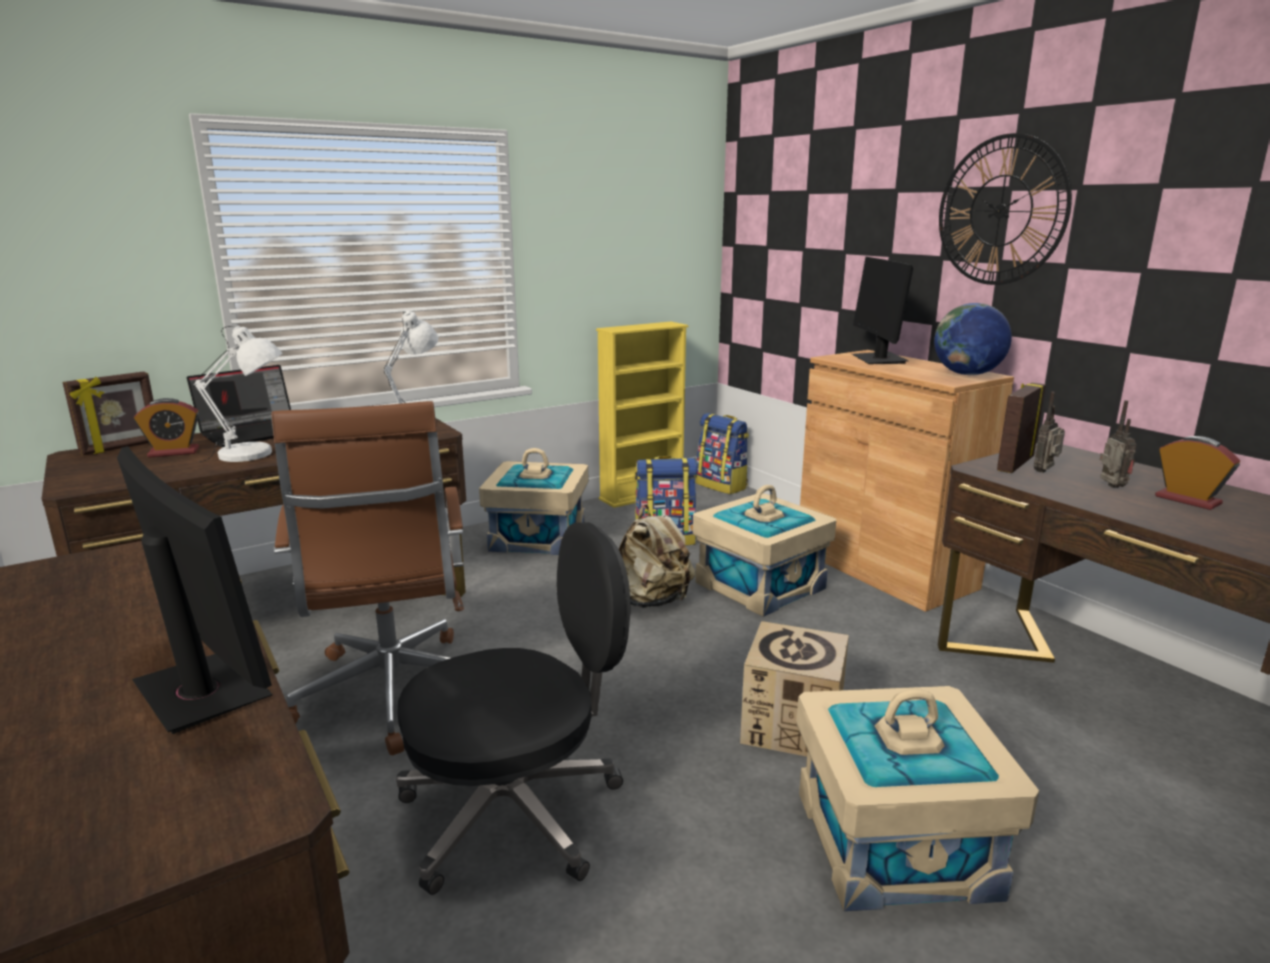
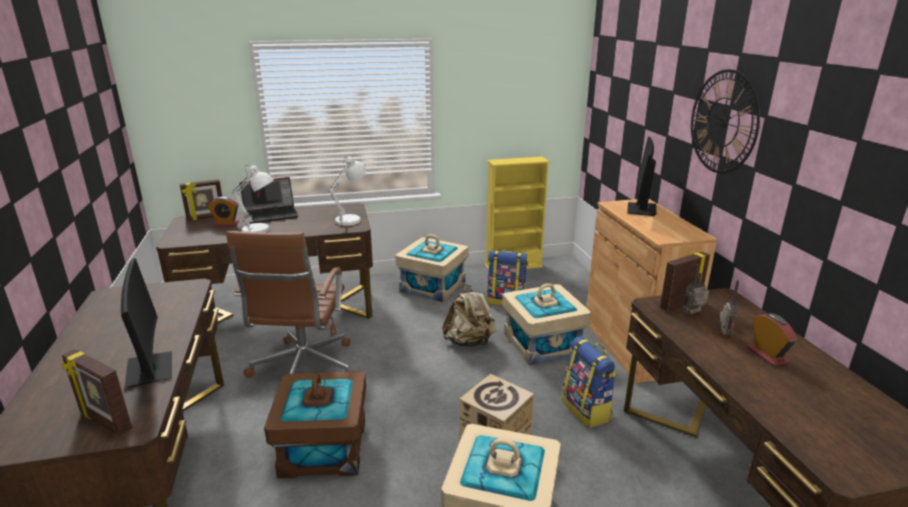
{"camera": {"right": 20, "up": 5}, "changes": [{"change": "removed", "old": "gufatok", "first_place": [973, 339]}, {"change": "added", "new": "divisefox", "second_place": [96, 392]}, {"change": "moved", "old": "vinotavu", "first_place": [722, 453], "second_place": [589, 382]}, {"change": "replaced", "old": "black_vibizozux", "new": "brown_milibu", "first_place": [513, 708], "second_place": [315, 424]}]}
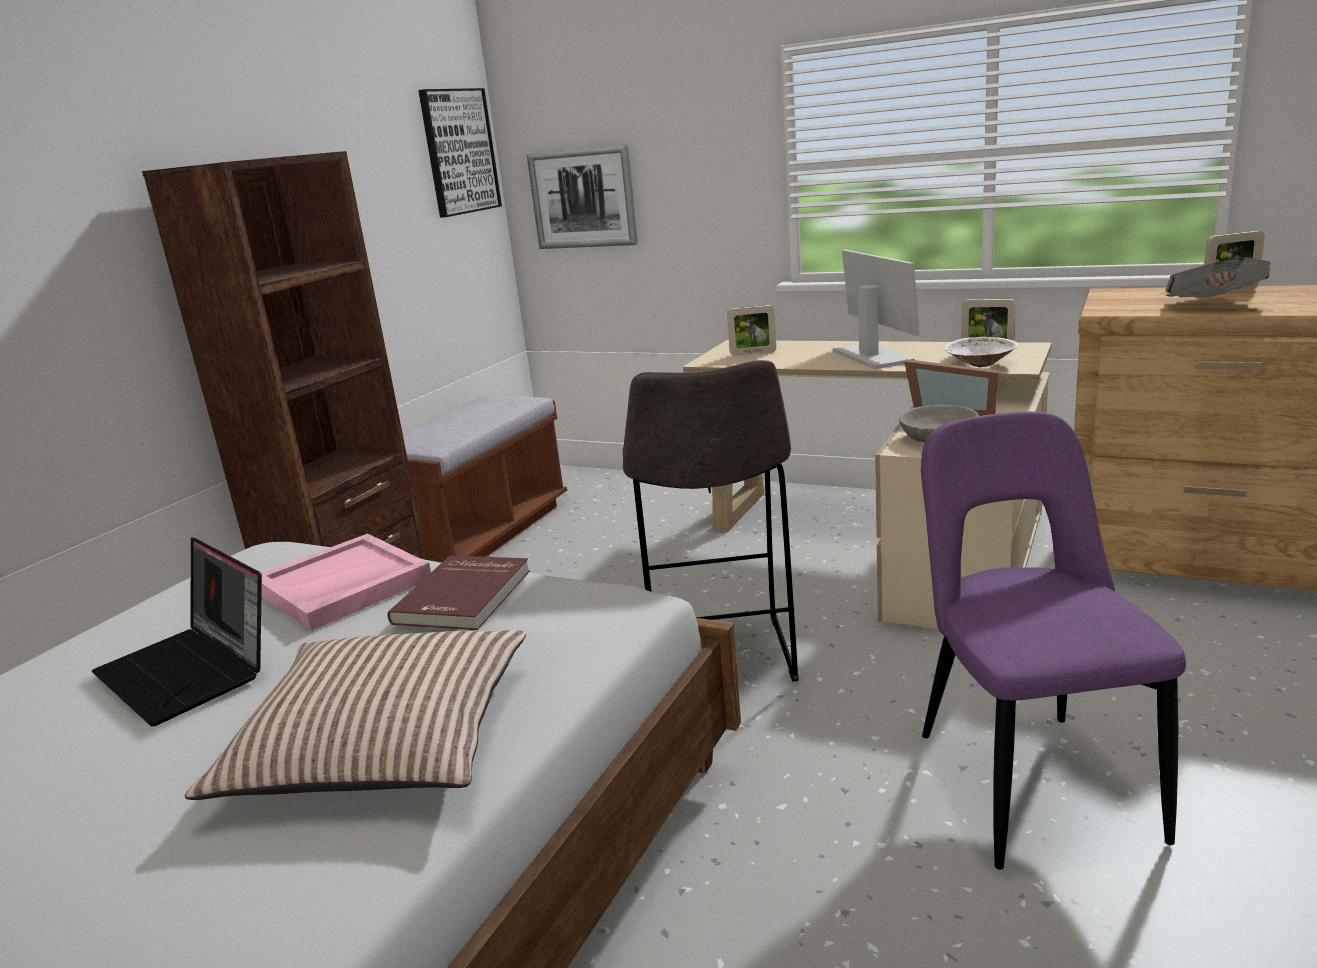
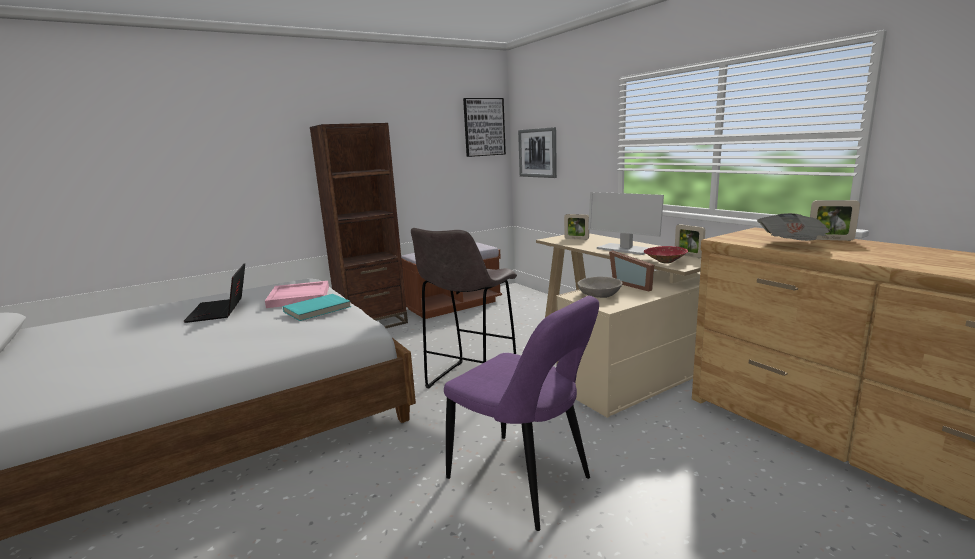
{"camera": {"right": 30, "up": -5}, "changes": [{"change": "removed", "old": "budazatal", "first_place": [355, 715]}, {"change": "recoloured", "old": "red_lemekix", "new": "turquoise_lemekix", "first_place": [458, 592], "second_place": [317, 307]}, {"change": "recoloured", "old": "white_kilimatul", "new": "red_kilimatul", "first_place": [981, 352], "second_place": [666, 254]}, {"change": "turned", "old": "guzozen", "first_place": [876, 309], "second_place": [626, 223], "degrees": 120}, {"change": "turned", "old": "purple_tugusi", "first_place": [1053, 641], "second_place": [521, 413], "degrees": 105}]}
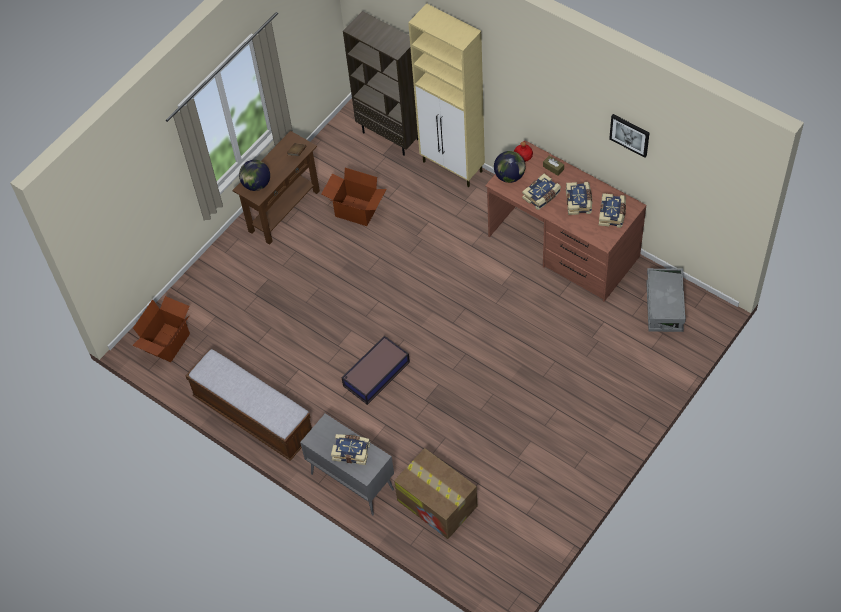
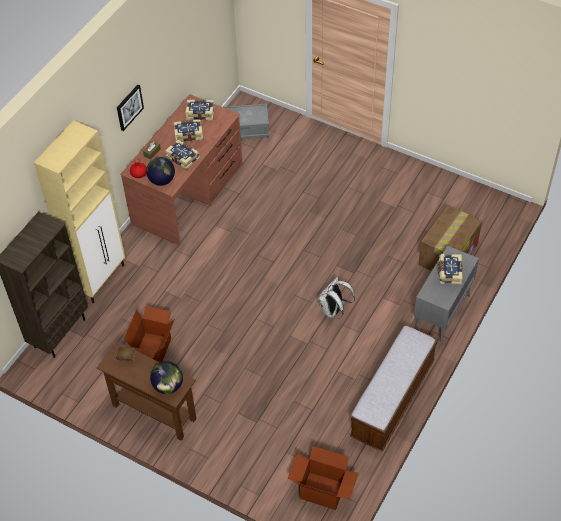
{"camera": {"right": -100, "up": -5}, "changes": [{"change": "moved", "old": "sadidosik", "first_place": [629, 136], "second_place": [130, 108]}, {"change": "replaced", "old": "milibu", "new": "white_vinotavu", "first_place": [376, 370], "second_place": [336, 298]}]}
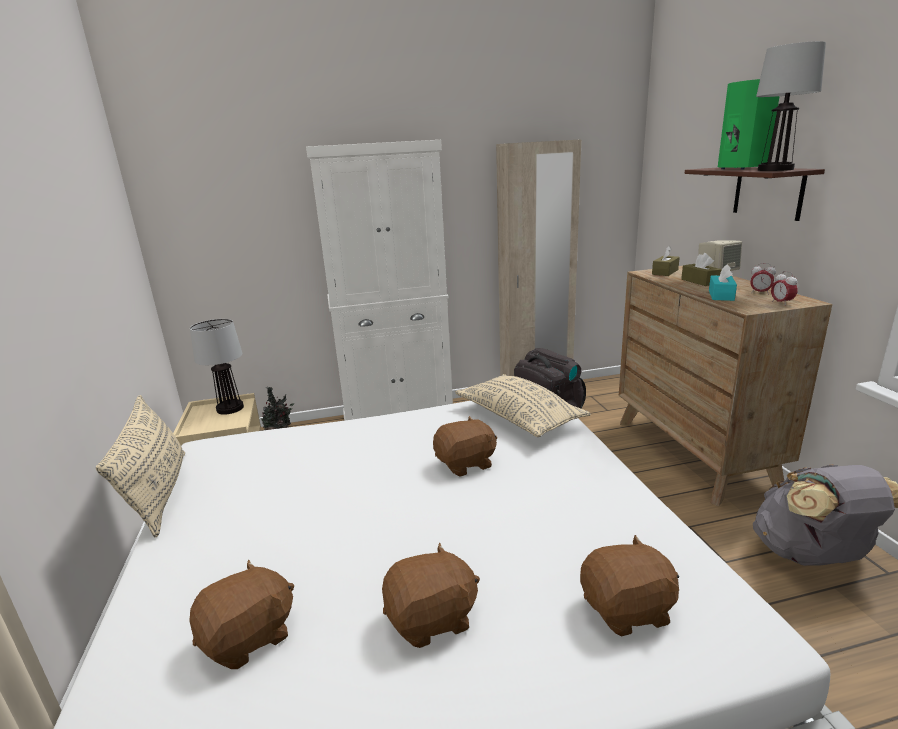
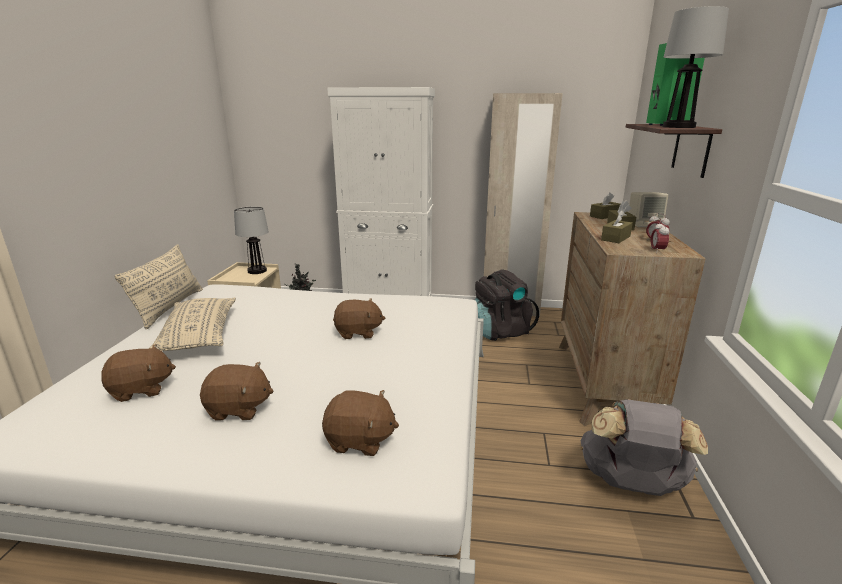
{"camera": {"right": 20, "up": 0}, "changes": [{"change": "moved", "old": "beige_budazatal", "first_place": [523, 405], "second_place": [192, 324]}, {"change": "recoloured", "old": "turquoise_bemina", "new": "brown_bemina", "first_place": [723, 282], "second_place": [617, 226]}]}
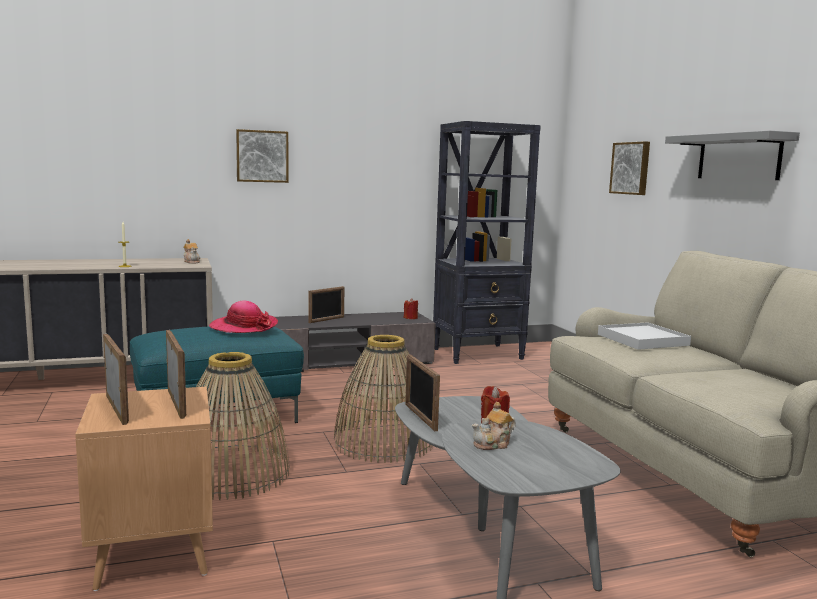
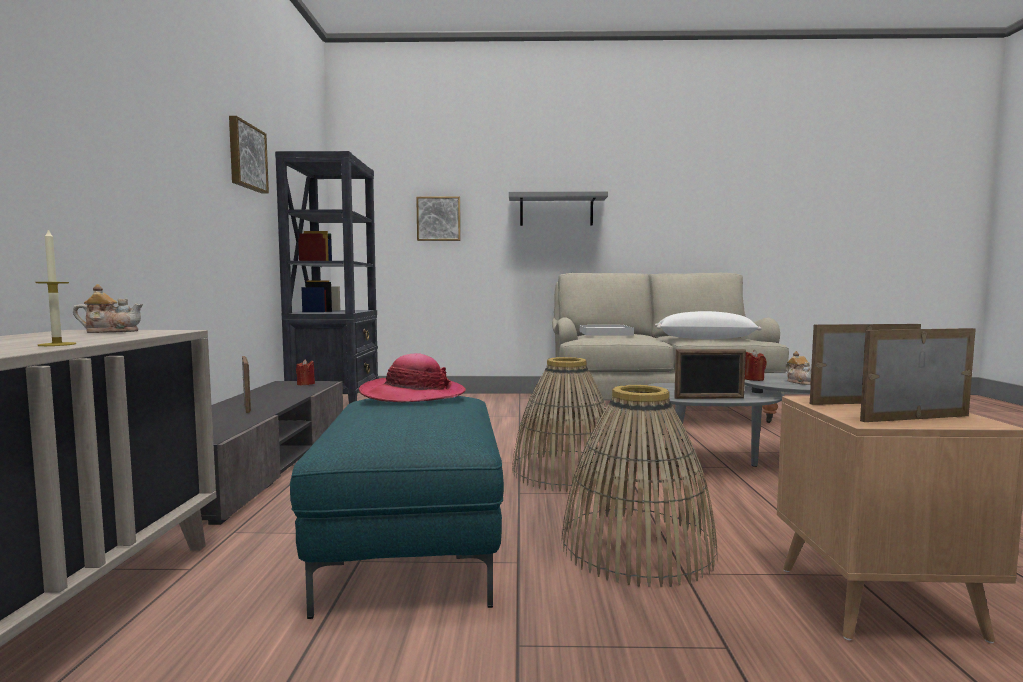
{"camera": {"right": -70, "up": -5}, "changes": [{"change": "added", "new": "white_budazatal", "second_place": [708, 325]}, {"change": "moved", "old": "sadidosik", "first_place": [262, 156], "second_place": [249, 155]}]}
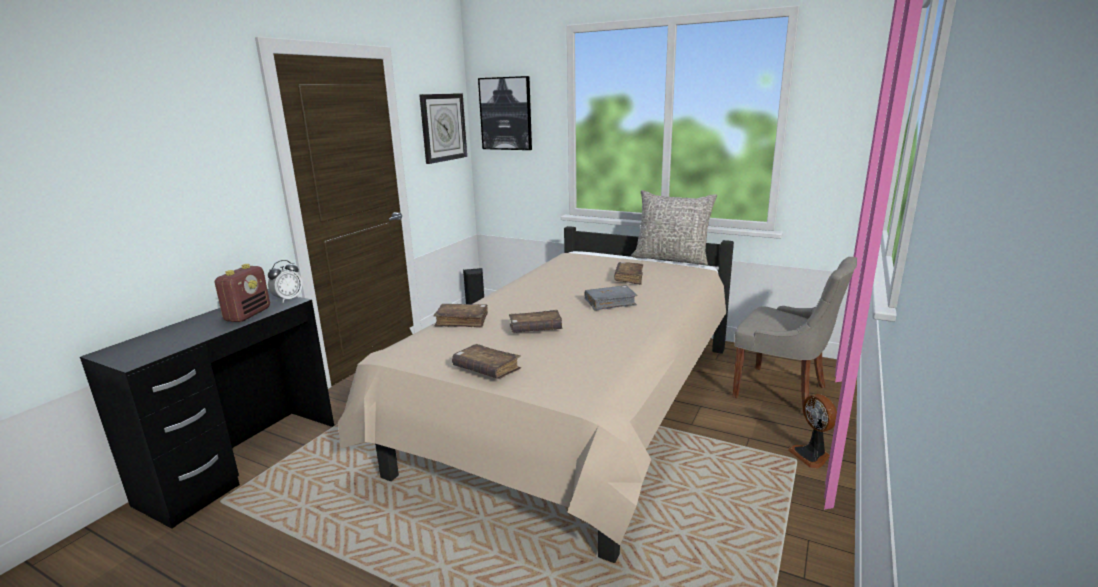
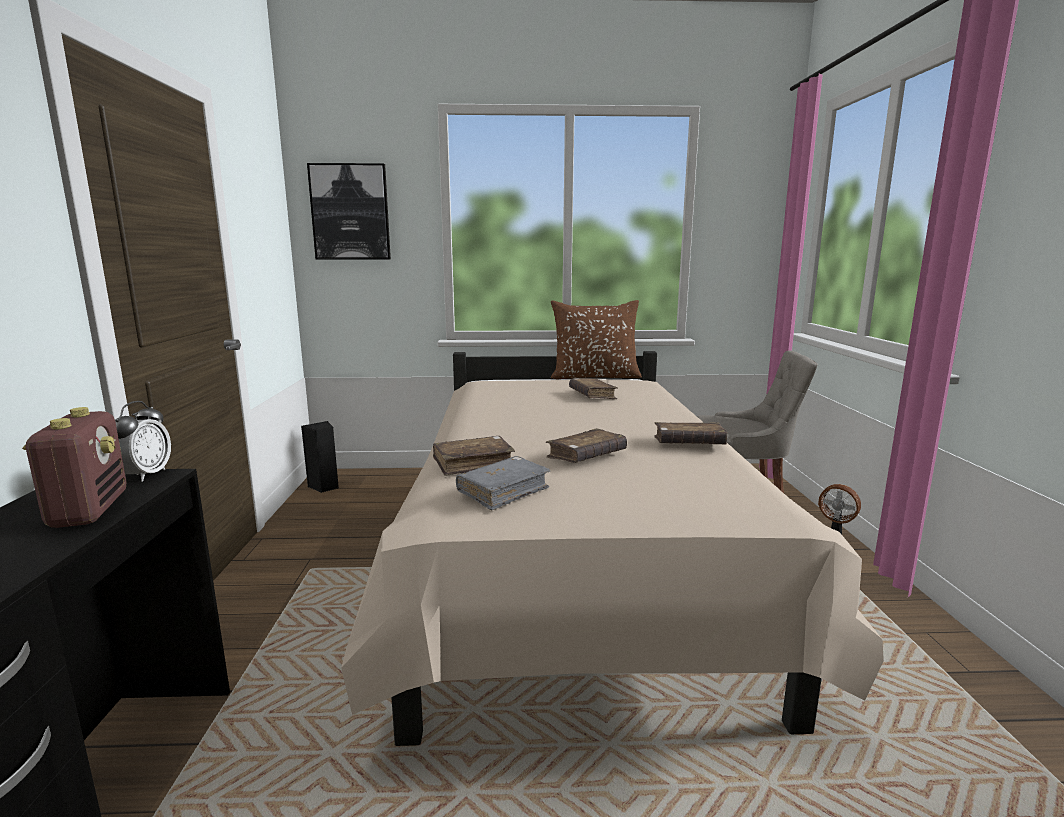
{"camera": {"right": -30, "up": -5}, "changes": [{"change": "removed", "old": "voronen", "first_place": [443, 128]}, {"change": "moved", "old": "brown_lemekix", "first_place": [486, 361], "second_place": [690, 433]}, {"change": "moved", "old": "grey_lemekix", "first_place": [611, 298], "second_place": [503, 483]}, {"change": "recoloured", "old": "grey_budazatal", "new": "brown_budazatal", "first_place": [674, 227], "second_place": [596, 340]}]}
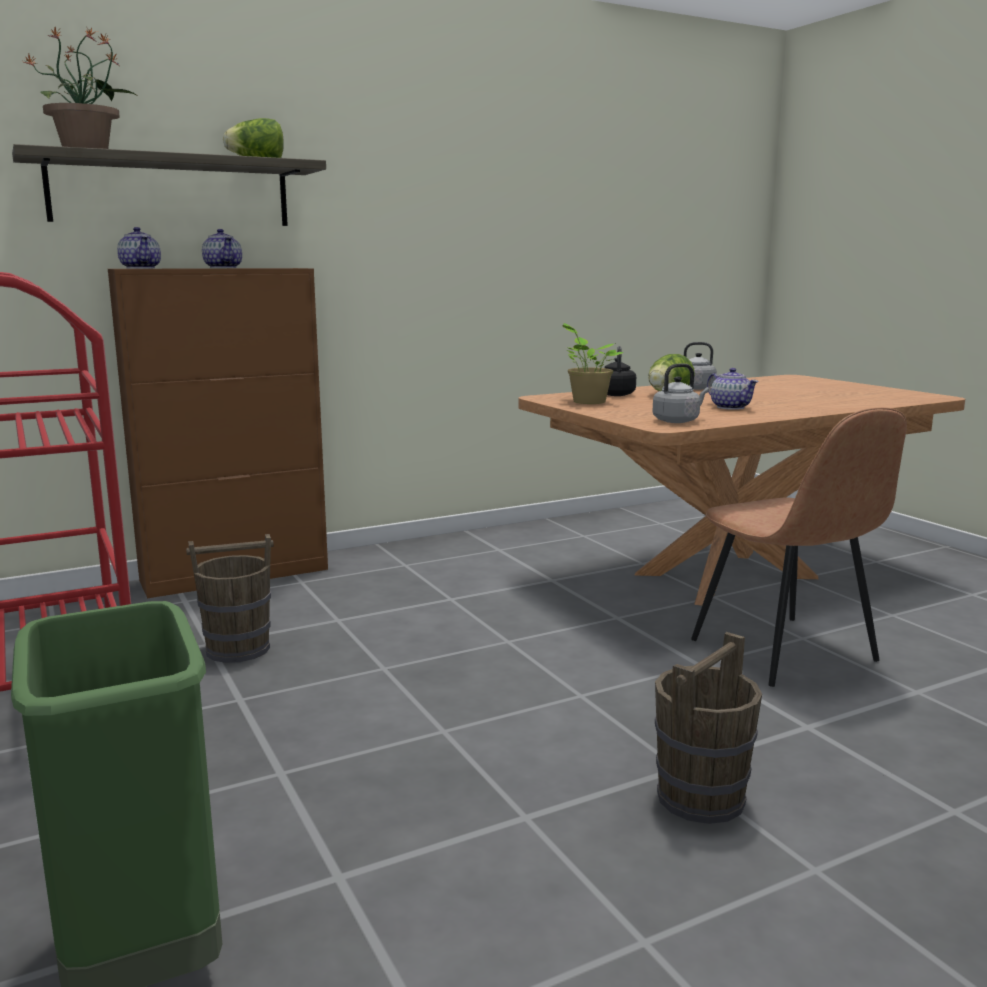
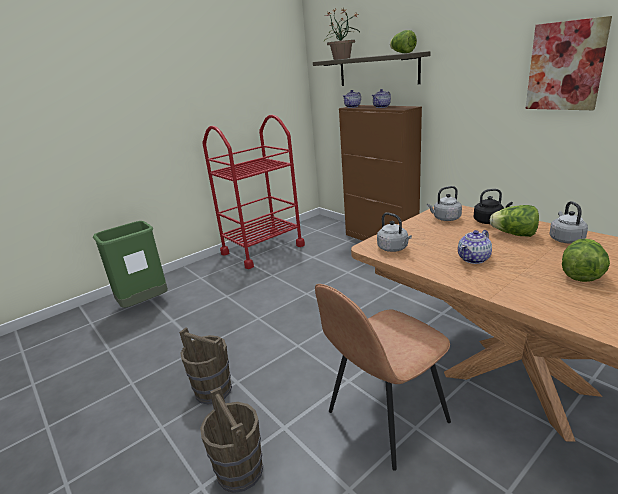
{"camera": {"right": 80, "up": 10}, "changes": [{"change": "added", "new": "sadidosik", "second_place": [568, 63]}, {"change": "added", "new": "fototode", "second_place": [586, 260]}, {"change": "moved", "old": "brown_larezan", "first_place": [230, 598], "second_place": [231, 440]}, {"change": "replaced", "old": "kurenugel", "new": "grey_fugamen", "first_place": [593, 363], "second_place": [444, 203]}]}
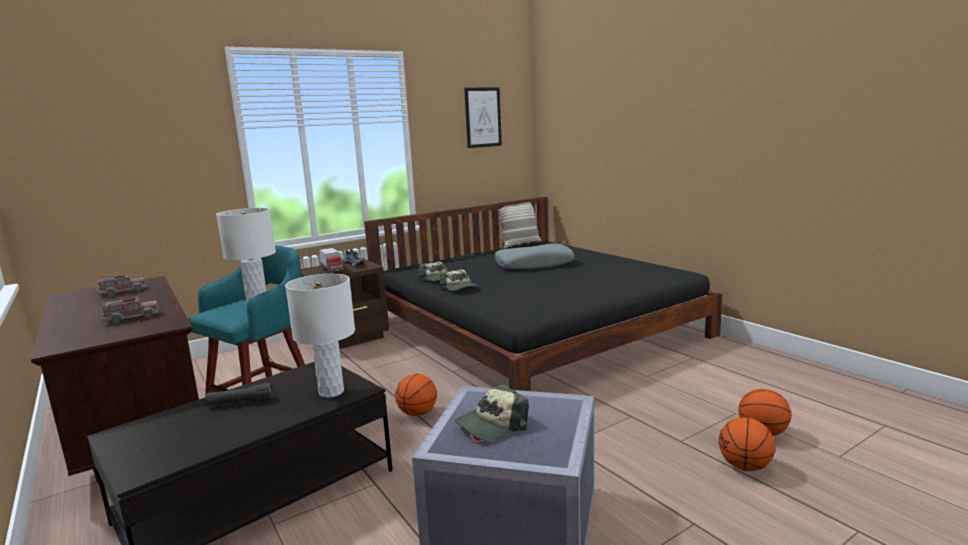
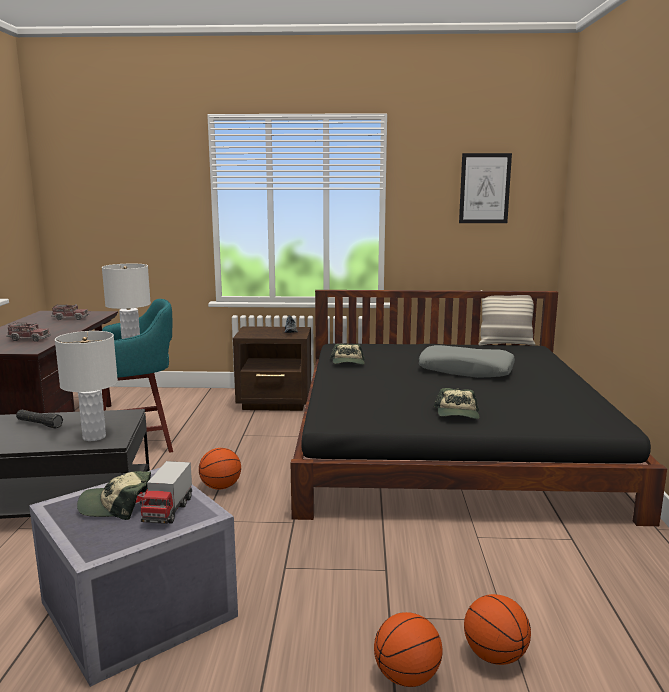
{"camera": {"right": 35, "up": 0}, "changes": [{"change": "moved", "old": "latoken", "first_place": [331, 261], "second_place": [166, 492]}, {"change": "moved", "old": "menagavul", "first_place": [459, 280], "second_place": [456, 403]}]}
